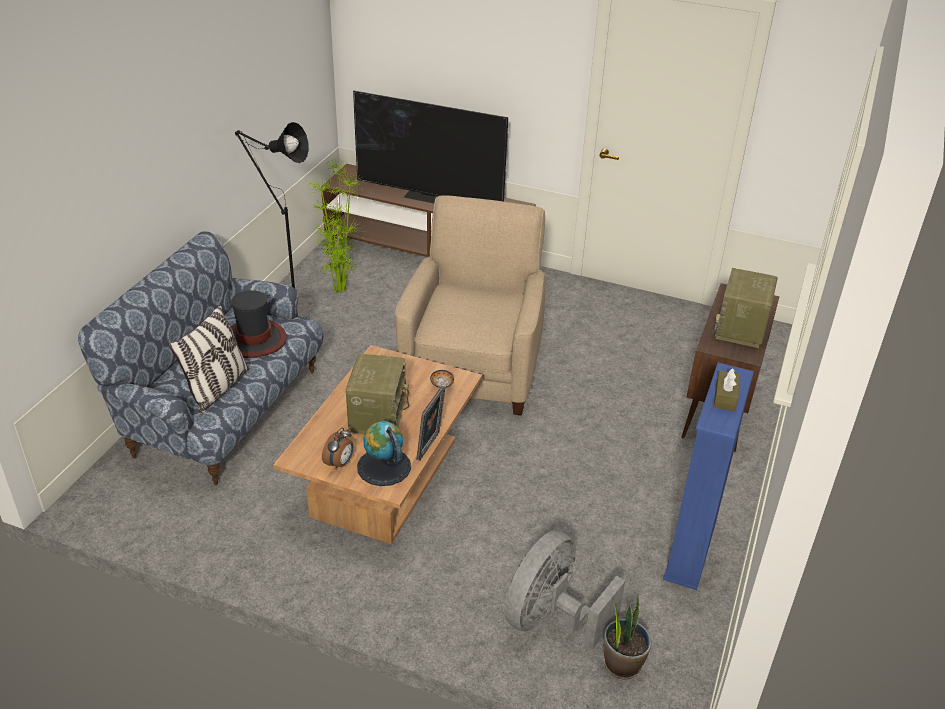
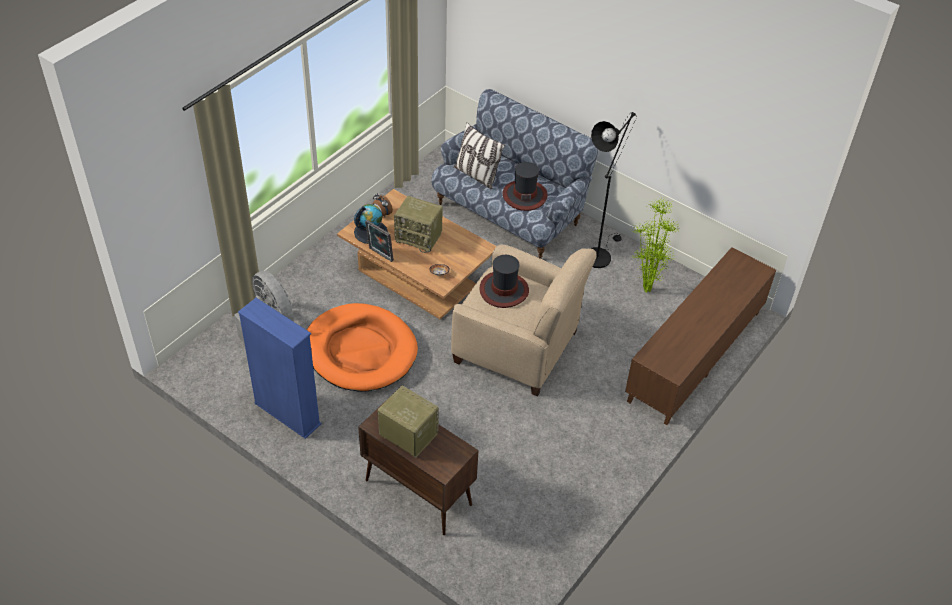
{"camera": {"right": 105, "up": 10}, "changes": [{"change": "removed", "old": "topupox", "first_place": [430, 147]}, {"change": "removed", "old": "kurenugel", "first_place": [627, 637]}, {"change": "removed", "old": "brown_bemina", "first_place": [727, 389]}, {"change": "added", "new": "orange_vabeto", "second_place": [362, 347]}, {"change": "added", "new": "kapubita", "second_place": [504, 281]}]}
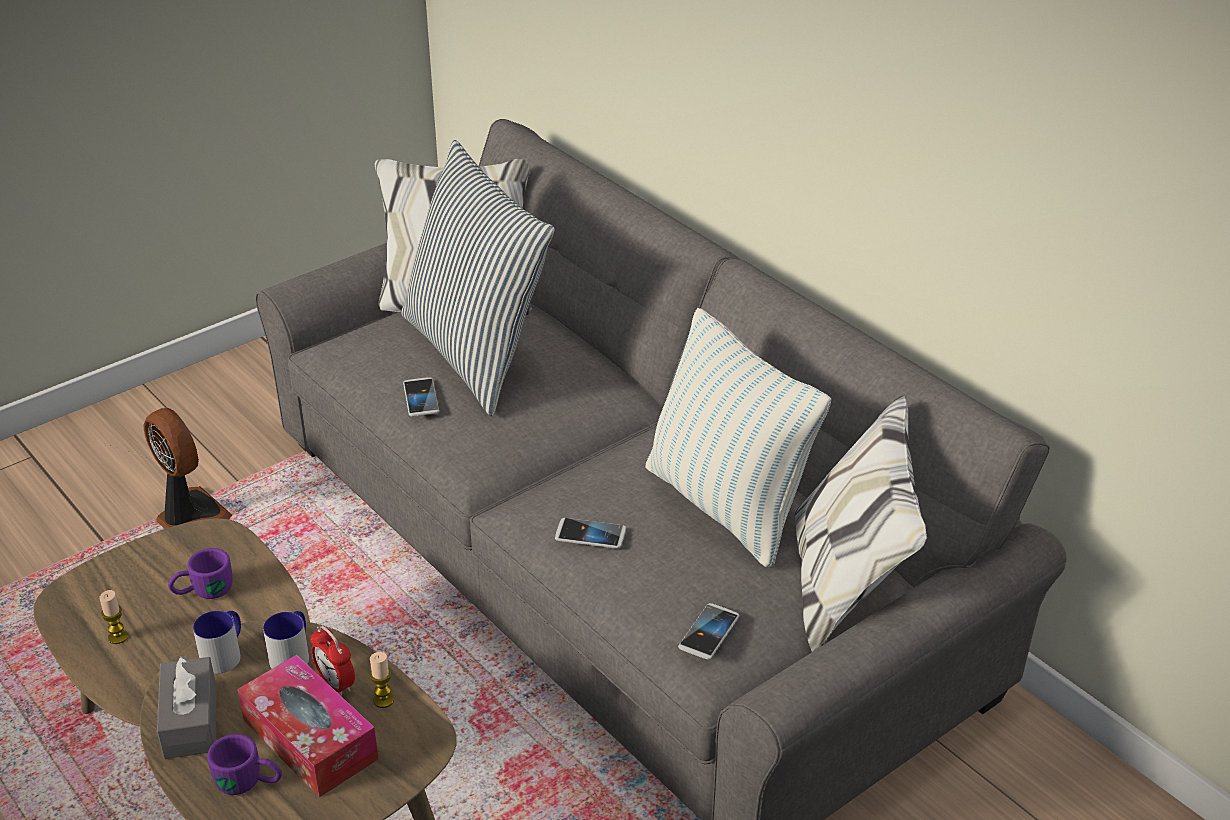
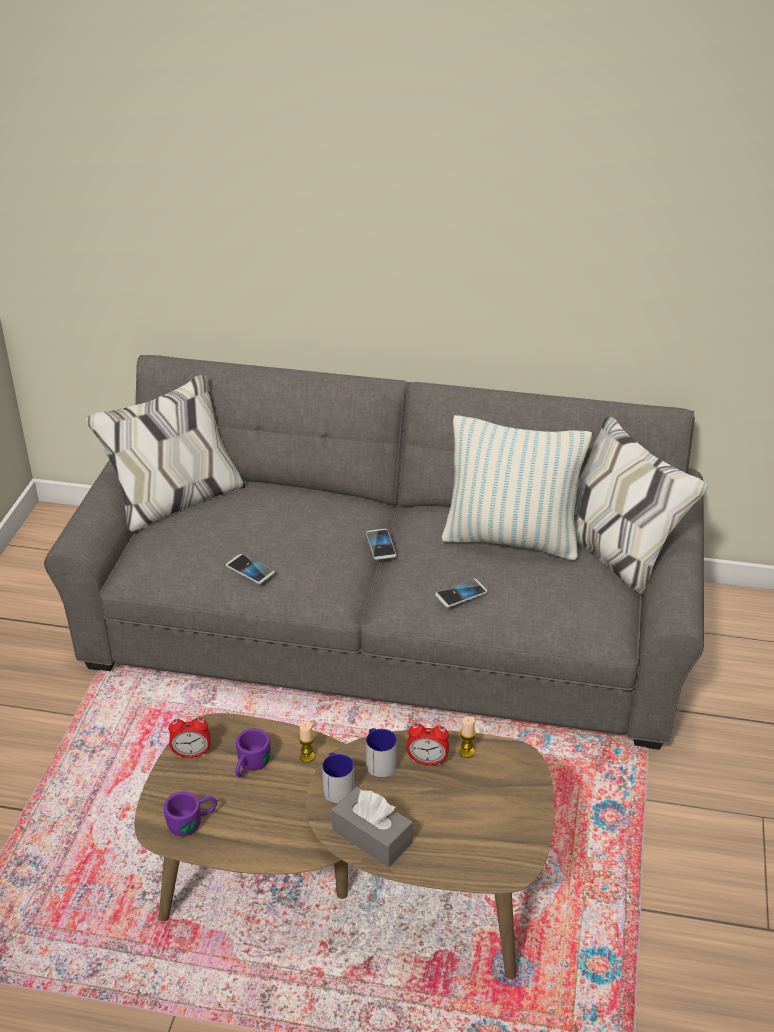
{"camera": {"right": -40, "up": 0}, "changes": [{"change": "removed", "old": "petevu", "first_place": [188, 468]}, {"change": "removed", "old": "bemina", "first_place": [308, 726]}, {"change": "removed", "old": "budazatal", "first_place": [478, 278]}, {"change": "added", "new": "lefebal", "second_place": [189, 736]}, {"change": "moved", "old": "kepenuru", "first_place": [114, 617], "second_place": [306, 742]}, {"change": "moved", "old": "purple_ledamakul", "first_place": [244, 764], "second_place": [190, 813]}, {"change": "moved", "old": "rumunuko", "first_place": [708, 631], "second_place": [381, 544]}]}
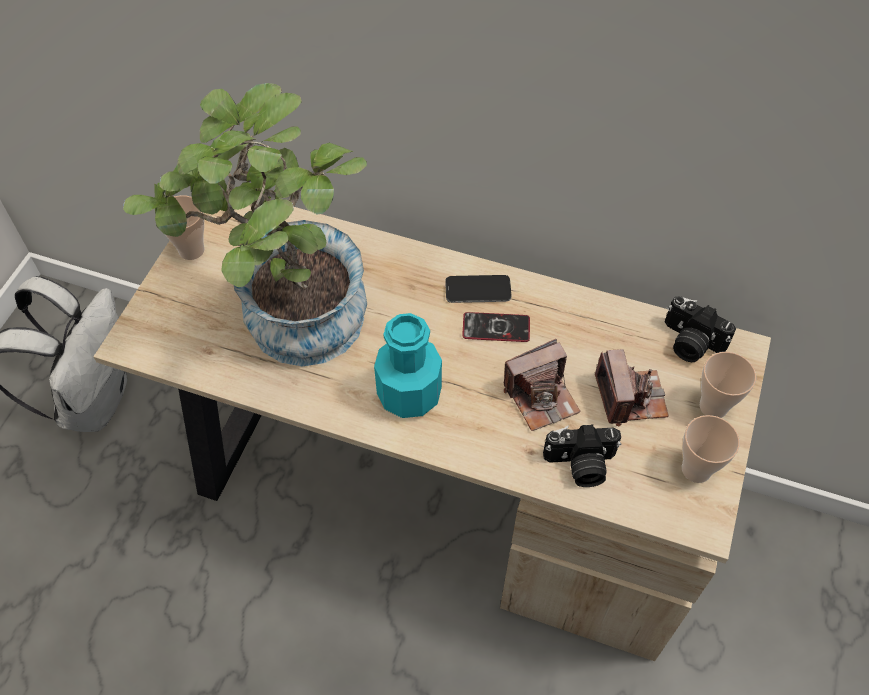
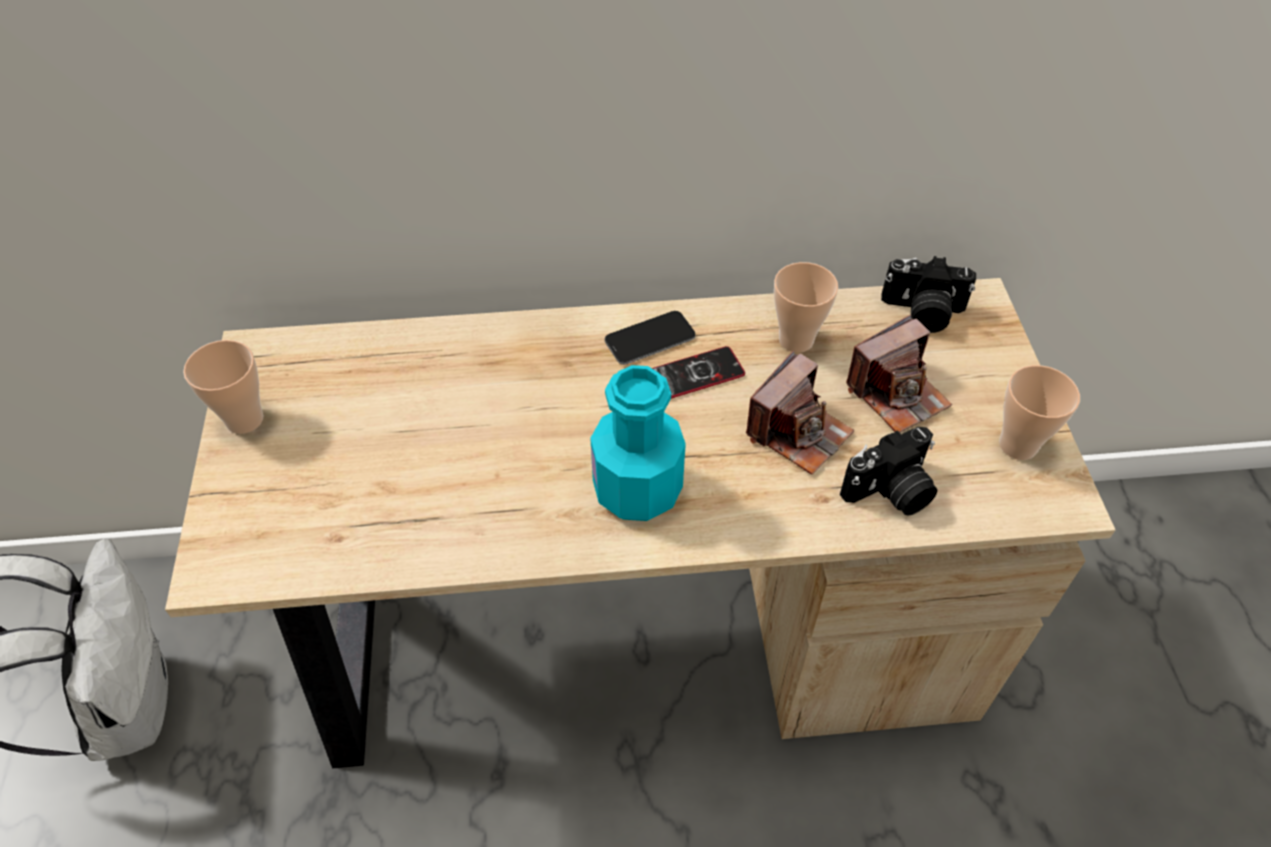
{"camera": {"right": -25, "up": -5}, "changes": [{"change": "removed", "old": "kurenugel", "first_place": [245, 225]}, {"change": "moved", "old": "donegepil", "first_place": [728, 385], "second_place": [806, 307]}, {"change": "turned", "old": "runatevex", "first_place": [632, 387], "second_place": [899, 373], "degrees": 90}]}
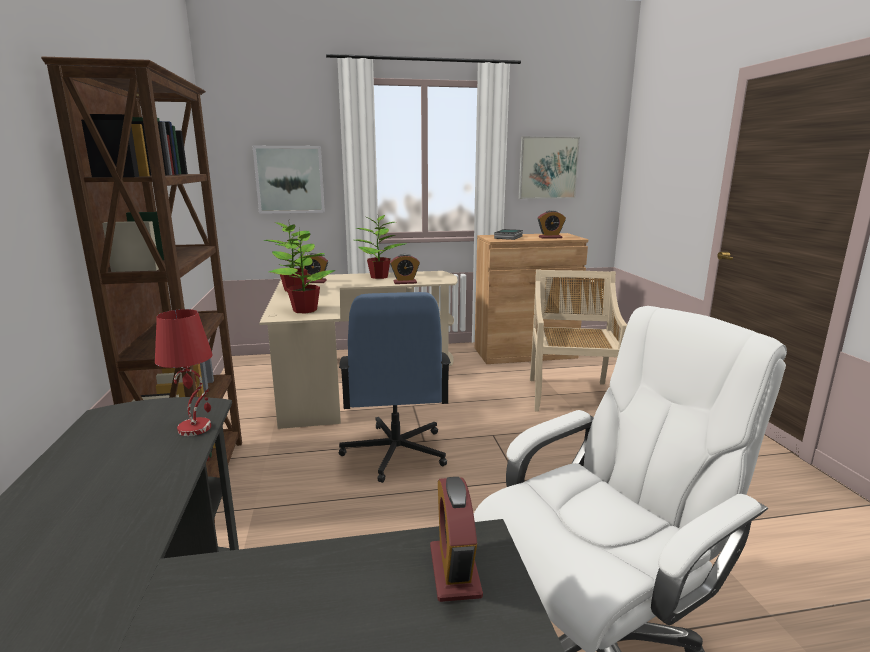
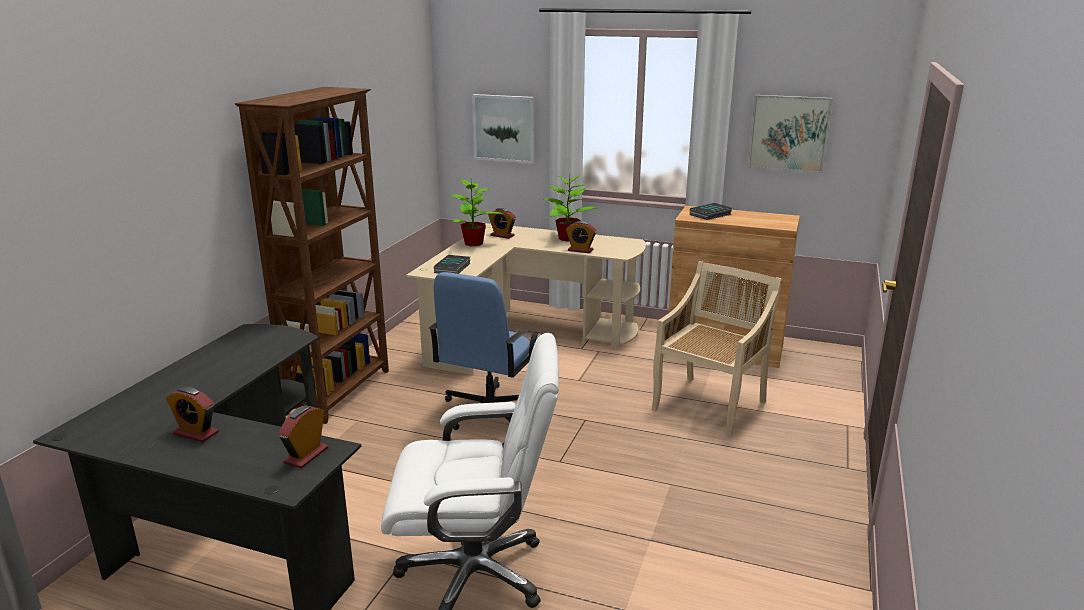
{"camera": {"right": 30, "up": 5}, "changes": [{"change": "removed", "old": "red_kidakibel", "first_place": [184, 372]}, {"change": "moved", "old": "lefebal", "first_place": [552, 224], "second_place": [192, 414]}, {"change": "replaced", "old": "kurenugel", "new": "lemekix", "first_place": [302, 271], "second_place": [452, 264]}]}
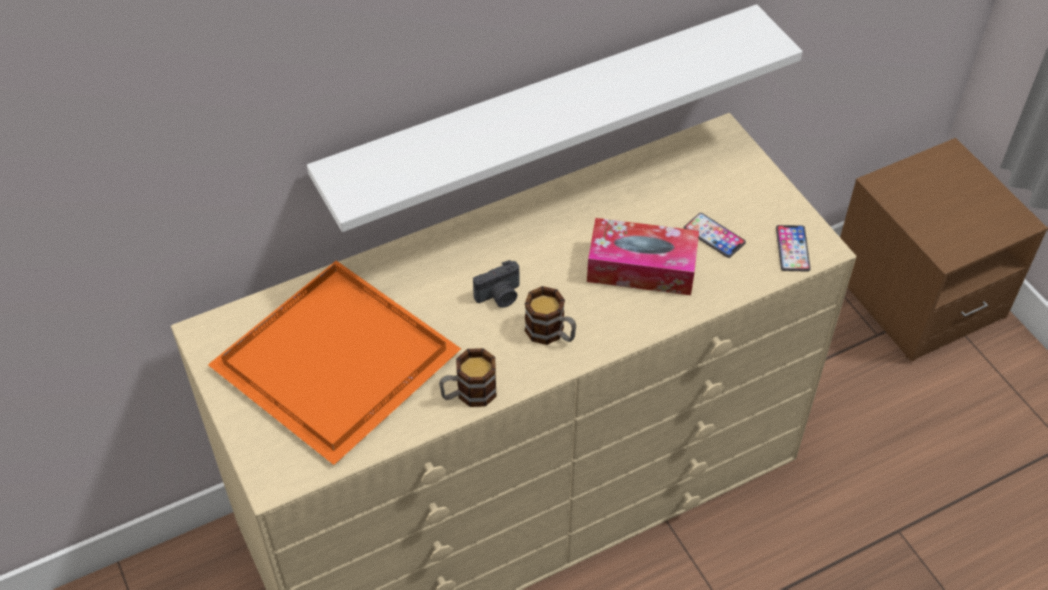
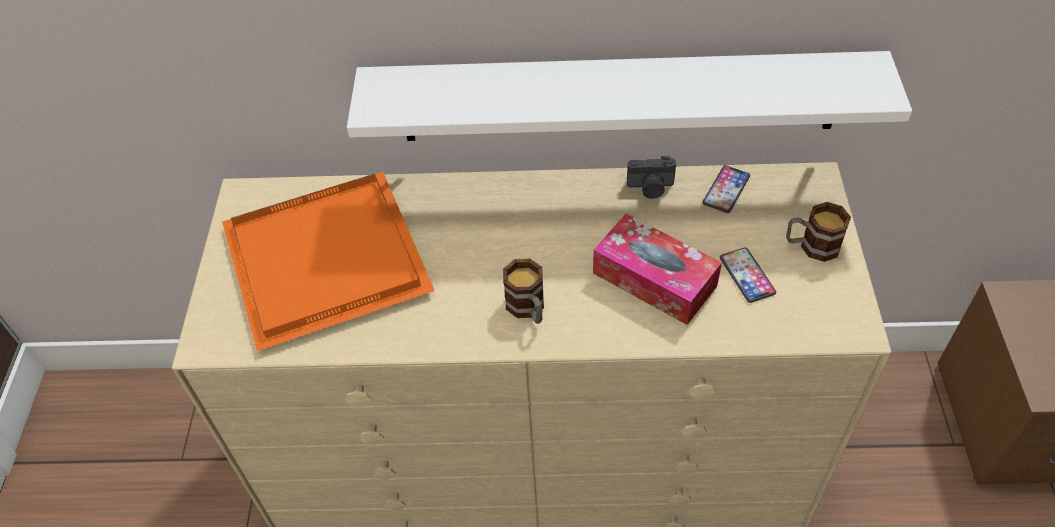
{"camera": {"right": 30, "up": 0}, "changes": [{"change": "moved", "old": "ledamakul", "first_place": [468, 377], "second_place": [818, 232]}, {"change": "moved", "old": "runatevex", "first_place": [496, 284], "second_place": [651, 177]}, {"change": "moved", "old": "rumunuko", "first_place": [793, 248], "second_place": [726, 189]}]}
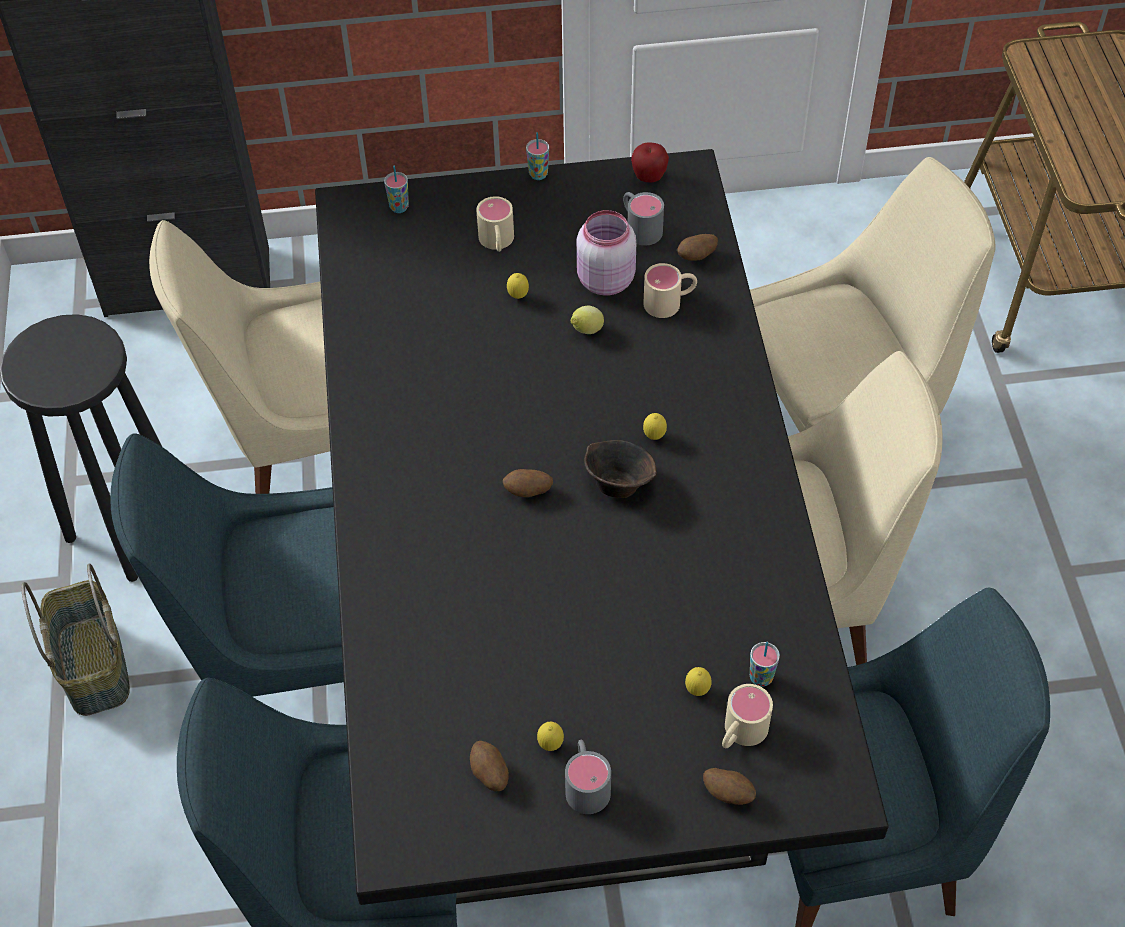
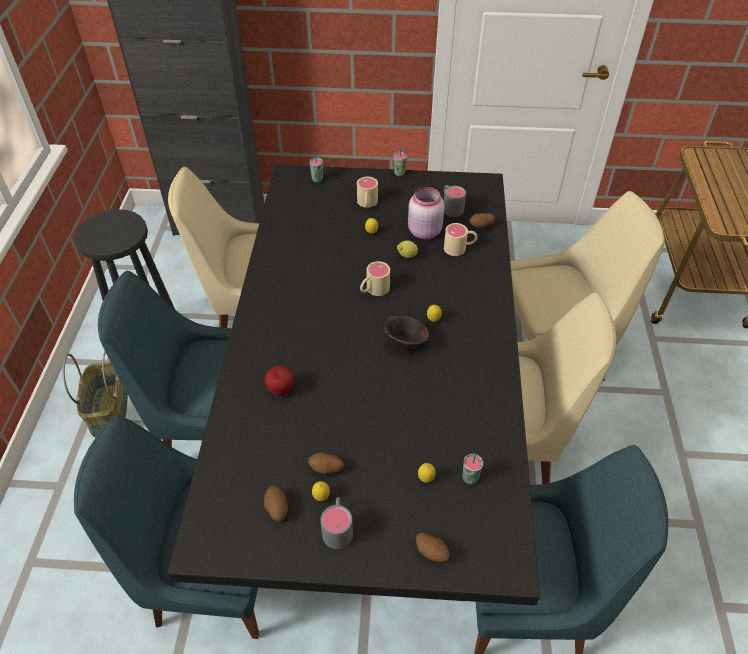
{"camera": {"right": 10, "up": -5}, "changes": [{"change": "moved", "old": "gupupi", "first_place": [528, 483], "second_place": [326, 463]}, {"change": "moved", "old": "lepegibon", "first_place": [650, 162], "second_place": [279, 381]}, {"change": "moved", "old": "beige_ledamakul", "first_place": [747, 716], "second_place": [375, 278]}]}
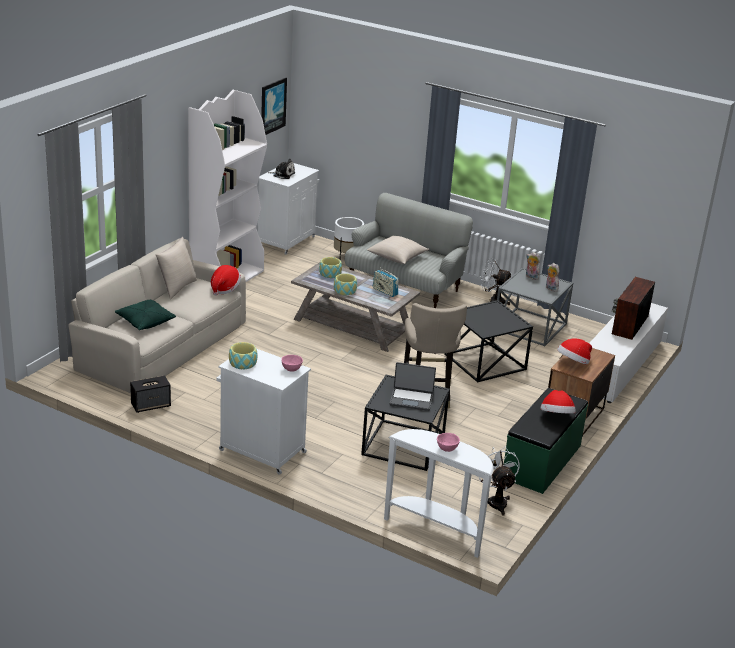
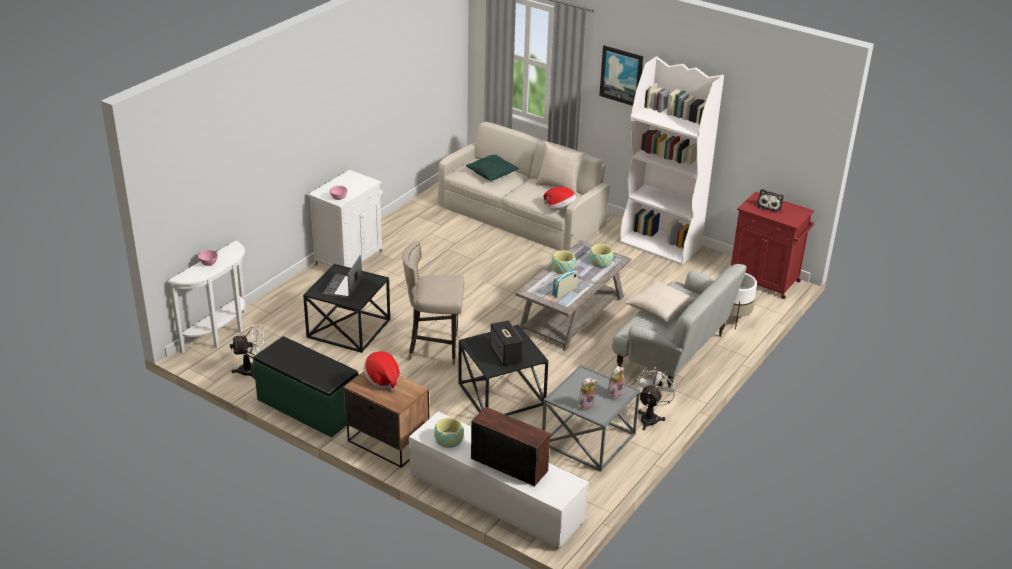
{"camera": {"right": 95, "up": 5}, "changes": [{"change": "removed", "old": "kapubita", "first_place": [558, 402]}, {"change": "moved", "old": "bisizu", "first_place": [150, 394], "second_place": [506, 343]}, {"change": "moved", "old": "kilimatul", "first_place": [243, 355], "second_place": [449, 432]}, {"change": "moved", "old": "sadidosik", "first_place": [274, 106], "second_place": [621, 75]}, {"change": "recoloured", "old": "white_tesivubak", "new": "red_tesivubak", "first_place": [288, 209], "second_place": [772, 245]}]}
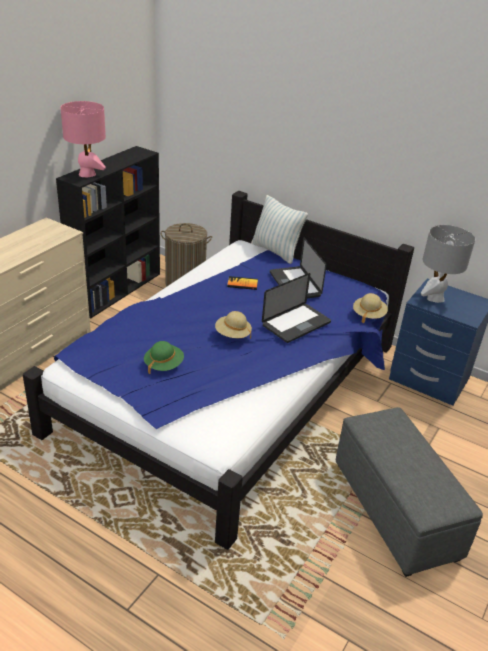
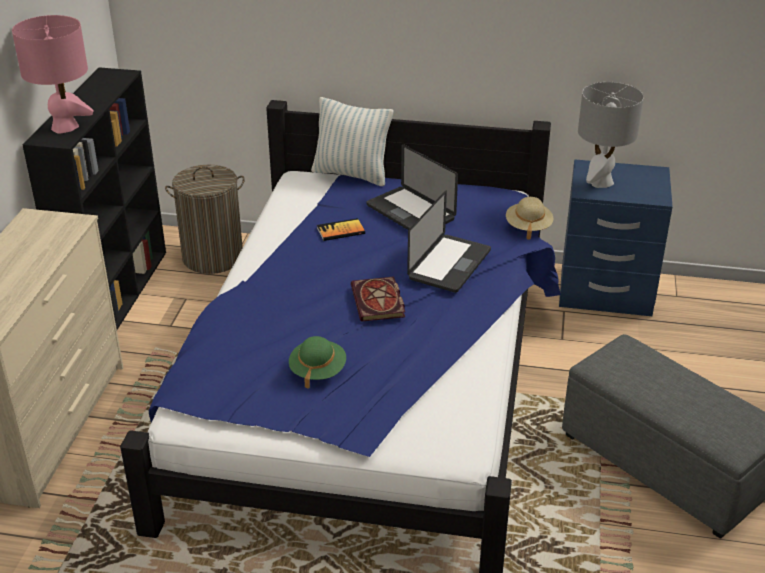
{"camera": {"right": -20, "up": 0}, "changes": [{"change": "replaced", "old": "beige_kapubita", "new": "lemekix", "first_place": [233, 325], "second_place": [378, 299]}]}
